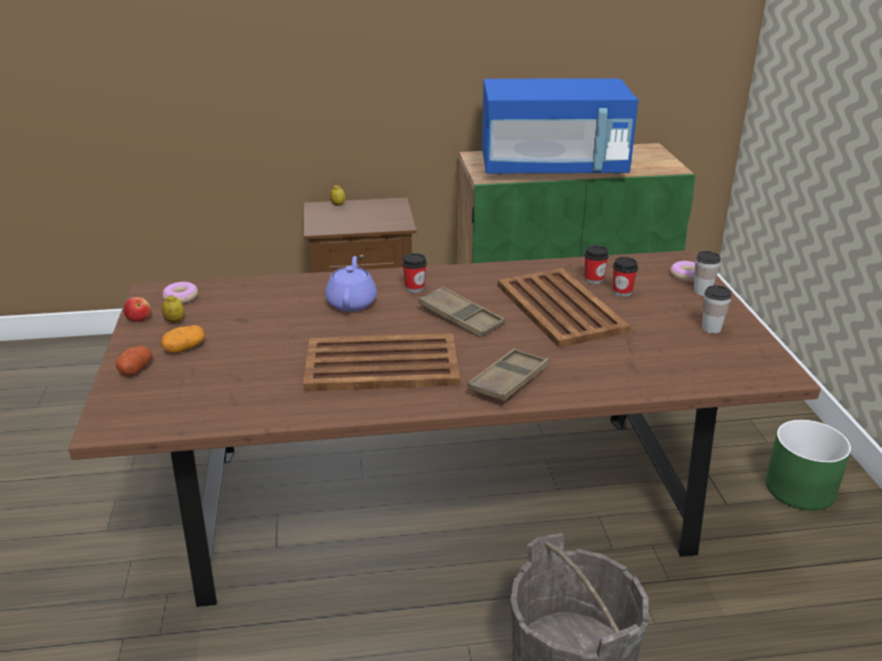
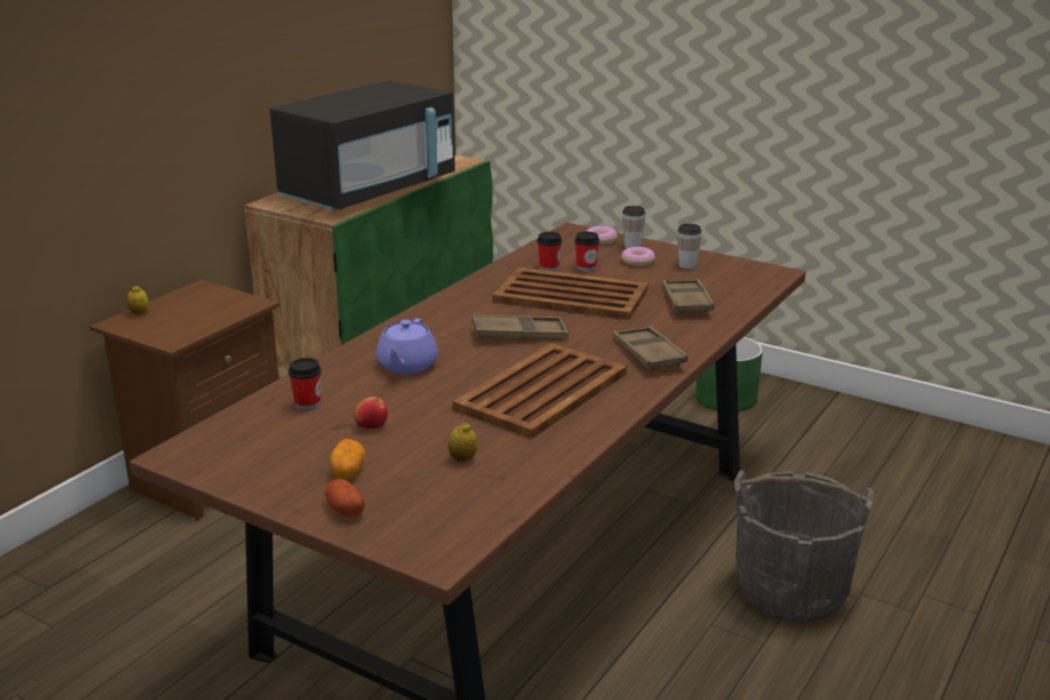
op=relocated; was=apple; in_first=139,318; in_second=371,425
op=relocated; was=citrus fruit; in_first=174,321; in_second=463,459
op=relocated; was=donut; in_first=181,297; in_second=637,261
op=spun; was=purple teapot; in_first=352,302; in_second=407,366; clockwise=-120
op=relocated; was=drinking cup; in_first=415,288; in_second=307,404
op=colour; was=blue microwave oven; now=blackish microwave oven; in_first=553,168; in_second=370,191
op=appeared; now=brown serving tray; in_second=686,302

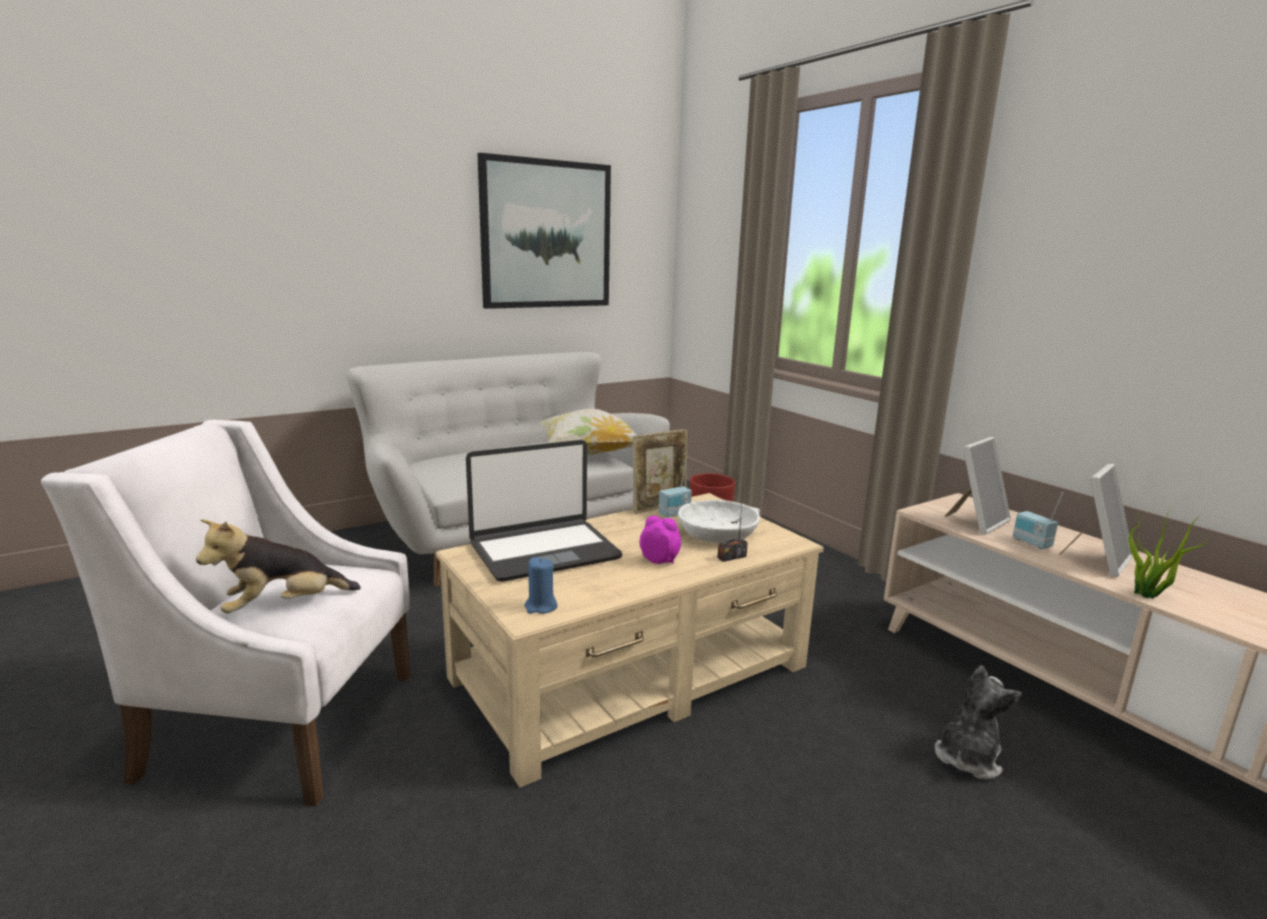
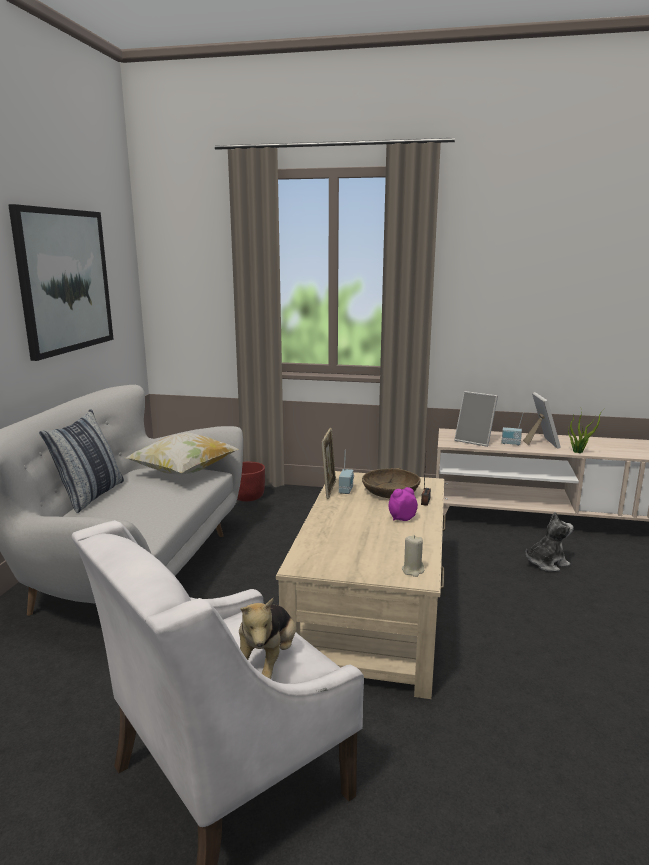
op=missing; was=laptop; in_first=544,551
op=colour; was=blue wax candle; now=beige-coloured wax candle; in_first=540,607; in_second=413,570
op=colour; was=white bowl; now=brown bowl; in_first=717,533; in_second=390,491
op=spun; was=cuddly toy; in_first=967,757; in_second=546,563; clockwise=75
op=spun; was=photo frame; in_first=976,521; in_second=475,441; clockwise=120
op=appeared; now=pillow; in_second=90,495

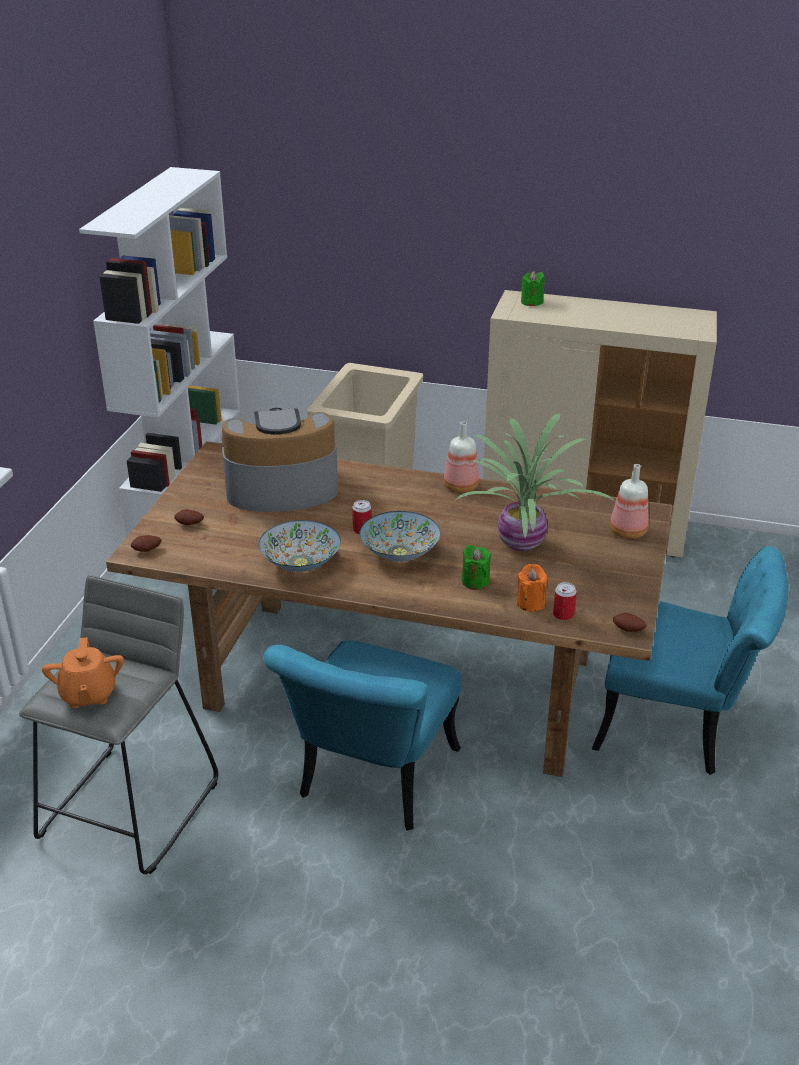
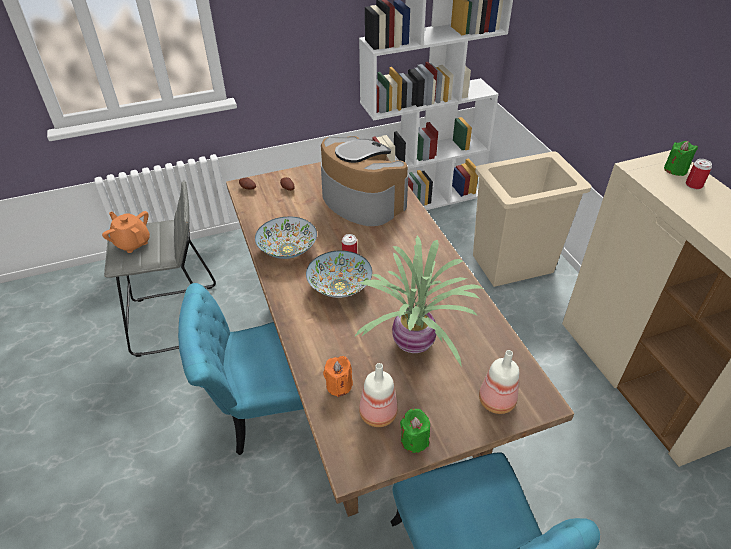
op=spun; was=orange teapot; in_first=88,694; in_second=132,243; clockwise=90
op=relocated; was=beverage bottle; in_first=460,487; in_second=377,414
op=relocated; was=green wax candle; in_first=475,581; in_second=414,440
op=relocated; was=metal can; in_first=563,615; in_second=693,185
op=missing; was=whole potato; in_first=628,630

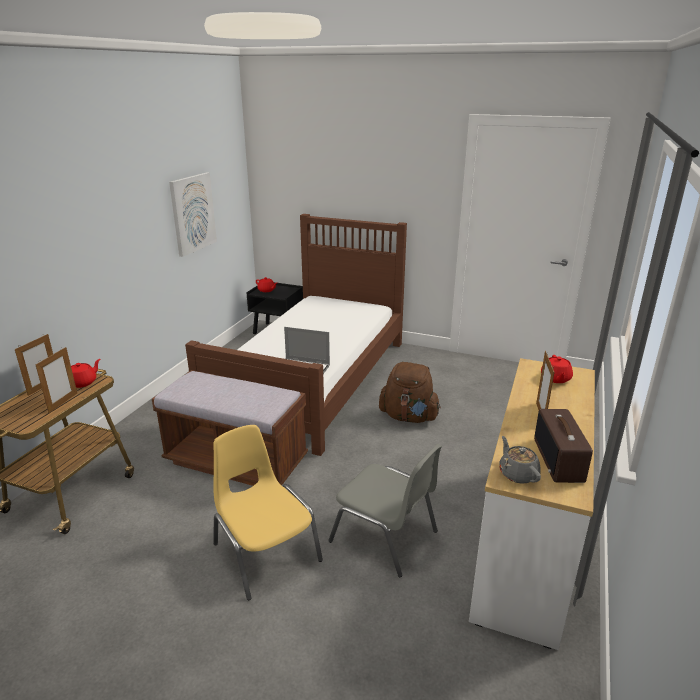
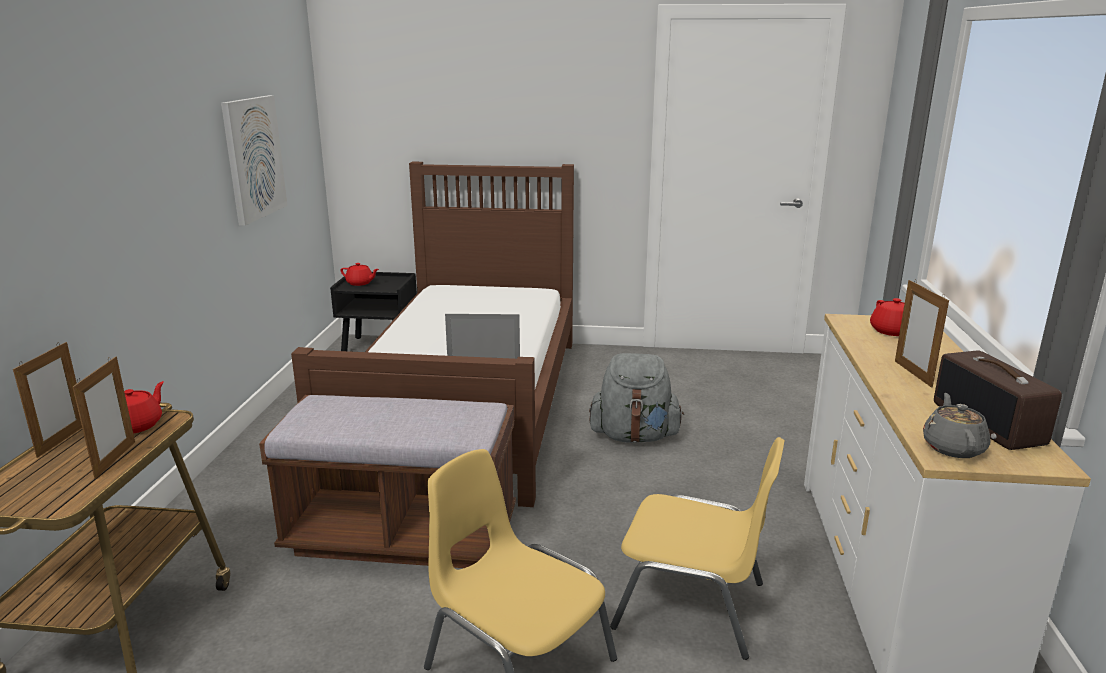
op=colour; was=gray chair; now=yellowish chair; in_first=385,537; in_second=692,605
op=colour; was=brown knapsack; now=gray knapsack; in_first=408,417; in_second=634,436
op=spun; was=gray teapot; in_first=517,474; in_second=953,447; clockwise=45

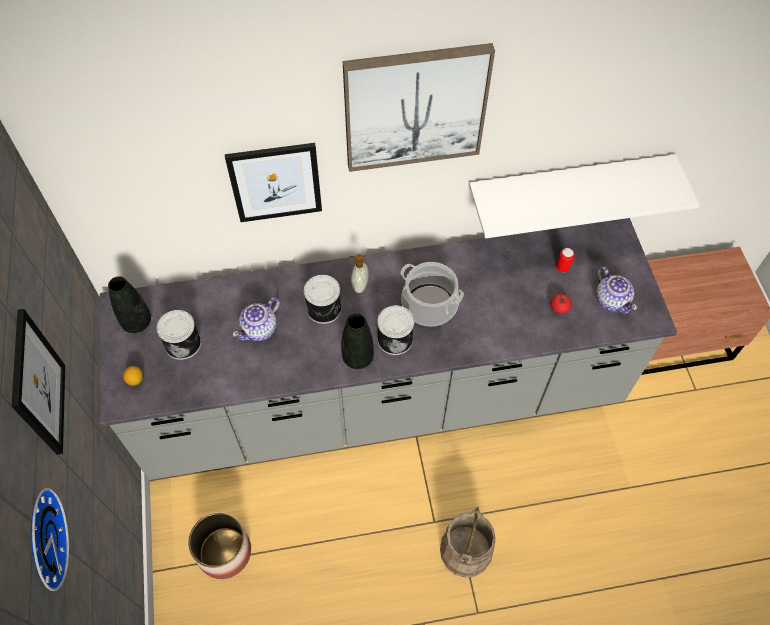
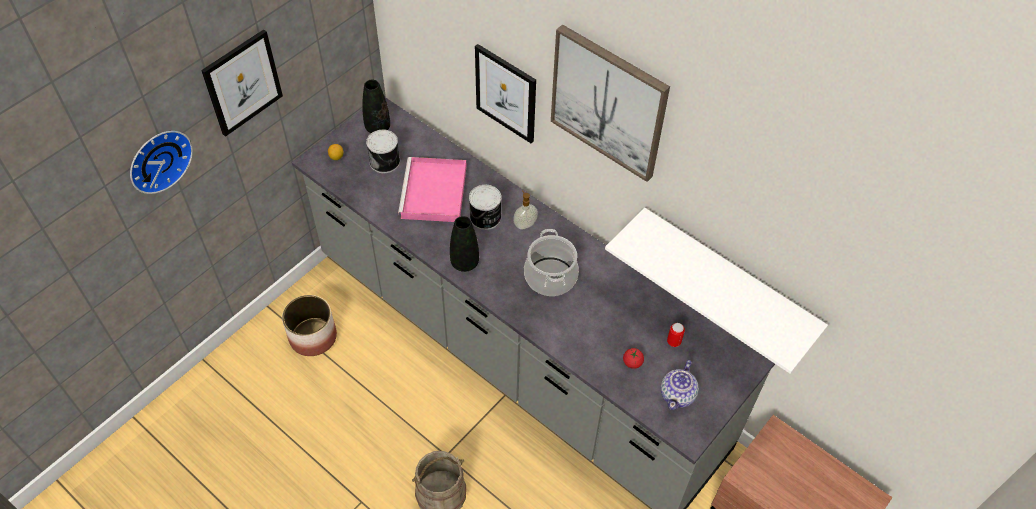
op=exchanged; was=teapot; now=pink serving tray; in_first=260,329; in_second=434,193
op=missing; was=metal can; in_first=395,338

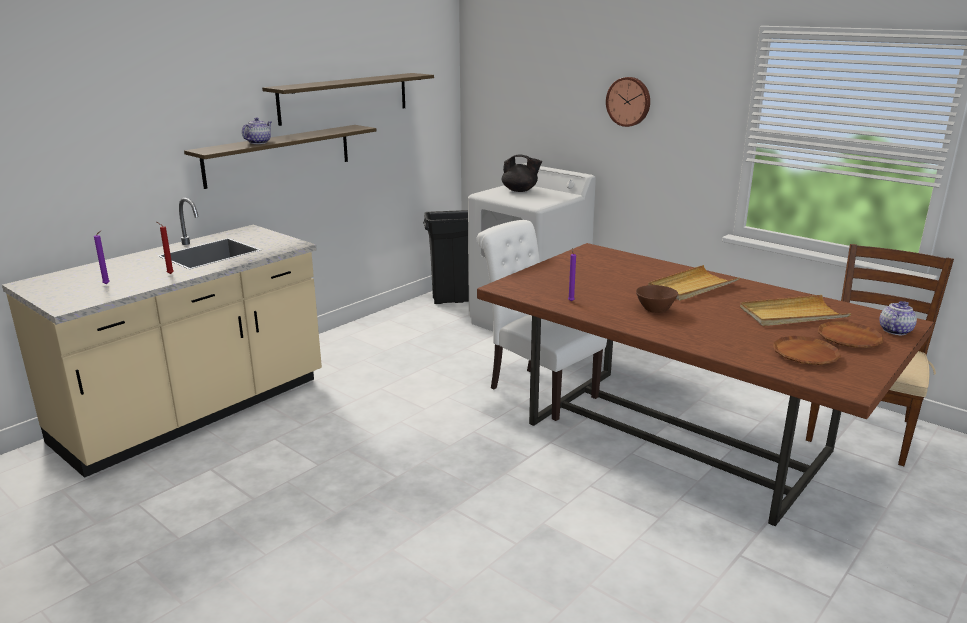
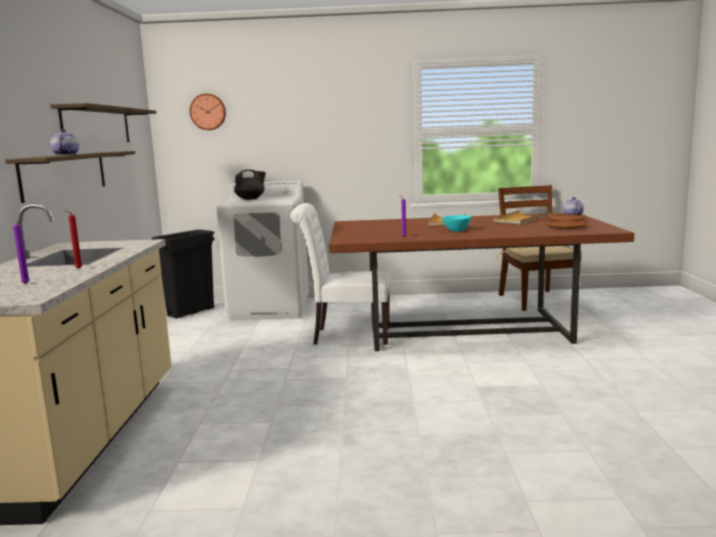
op=relocated; was=clock on the wall; in_first=629,101; in_second=208,112
op=colour; was=brown bowl; now=blue-green bowl; in_first=655,309; in_second=456,230

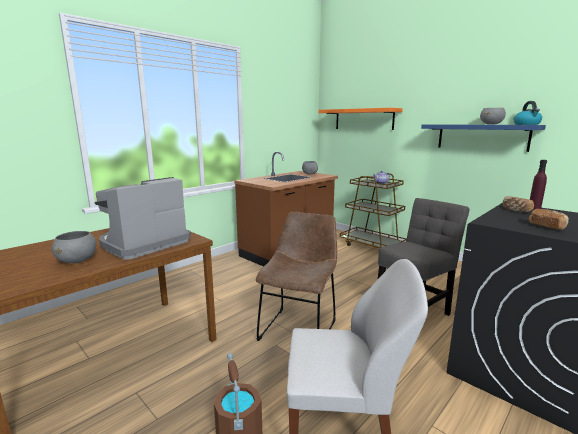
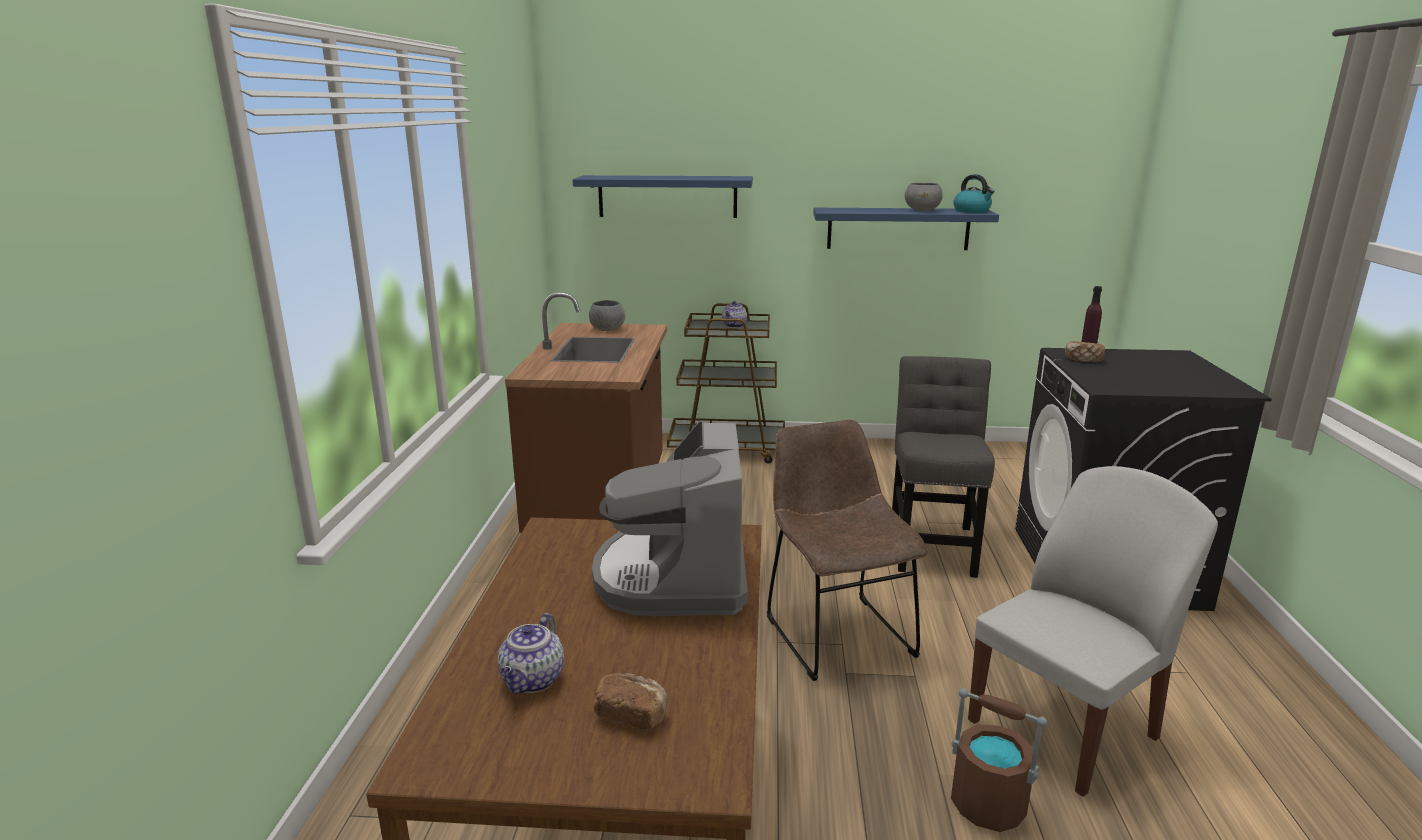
op=missing; was=gray bowl; in_first=78,260
op=colour; was=orange wall shelf; now=blue wall shelf; in_first=363,119; in_second=667,196
op=relocated; was=baked bread; in_first=546,226; in_second=631,715
op=appeared; now=teapot; in_second=533,681

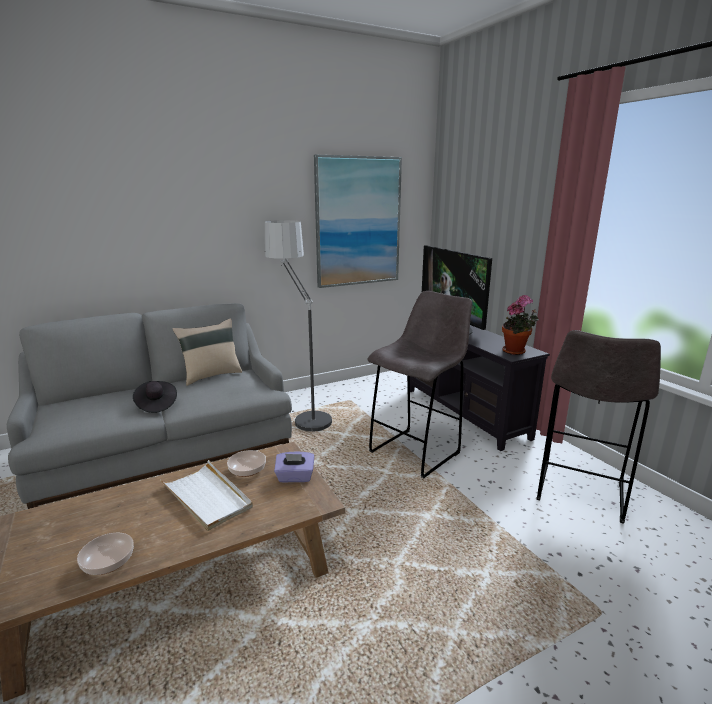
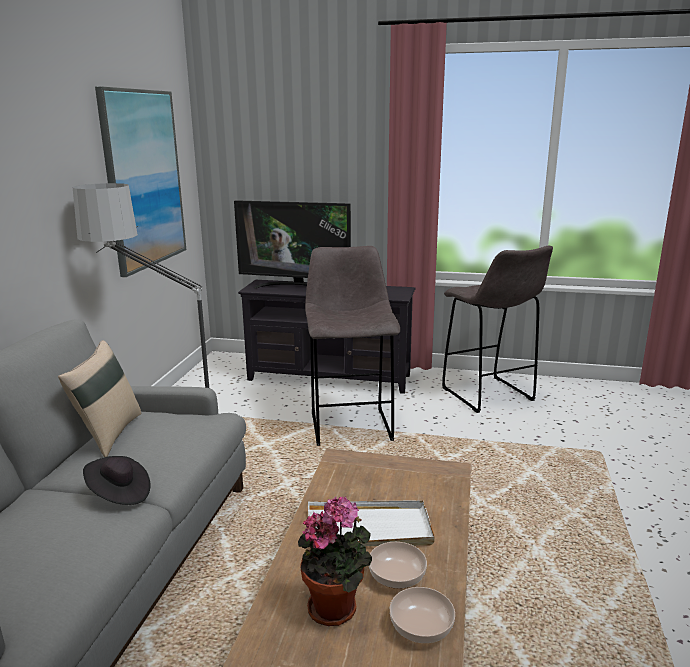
op=relocated; was=bowl; in_first=247,470; in_second=396,575
op=missing; was=purple tissue box; in_first=295,477
op=relocated; was=plant in a pot; in_first=516,352; in_second=336,607

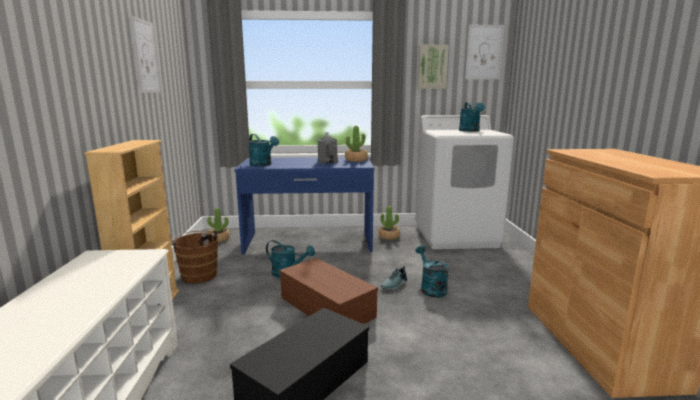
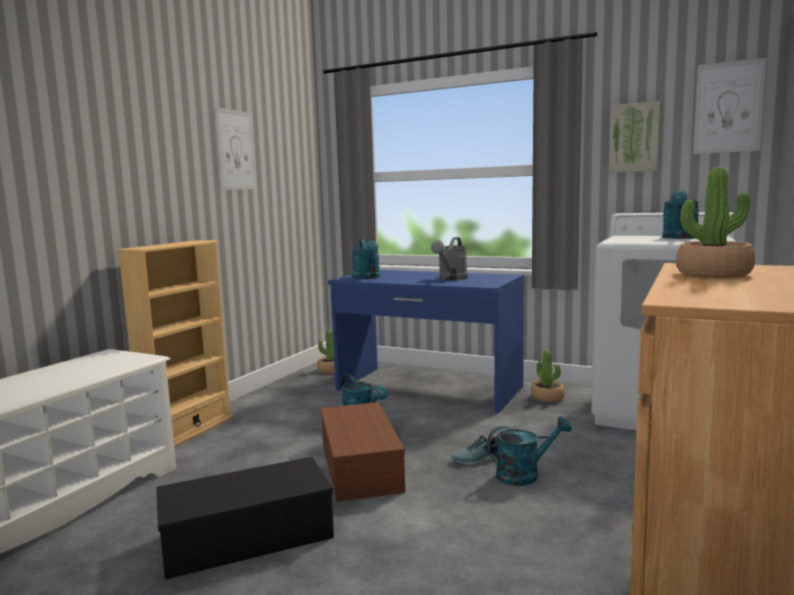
op=missing; was=brown water bucket; in_first=198,274
op=relocated; was=plant in a pot; in_first=356,160; in_second=713,274
op=spun; was=blue-green watering can; in_first=431,288; in_second=524,475; clockwise=60

